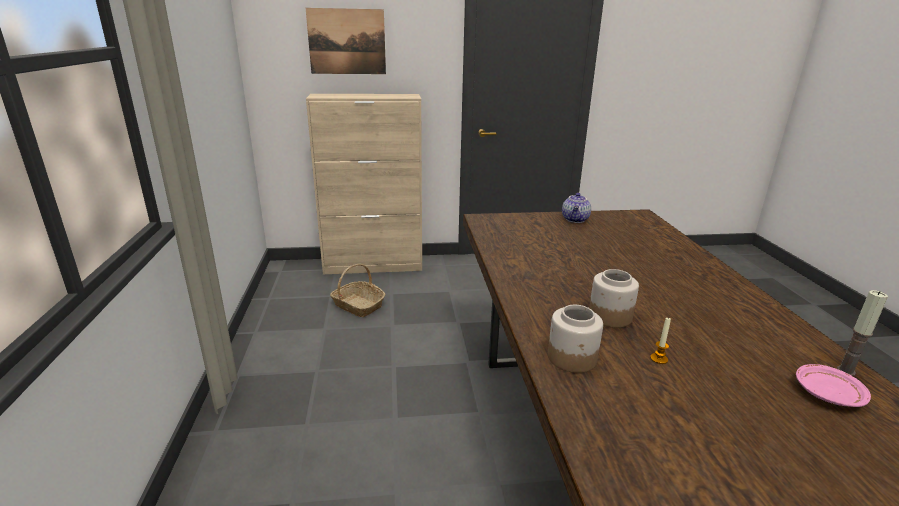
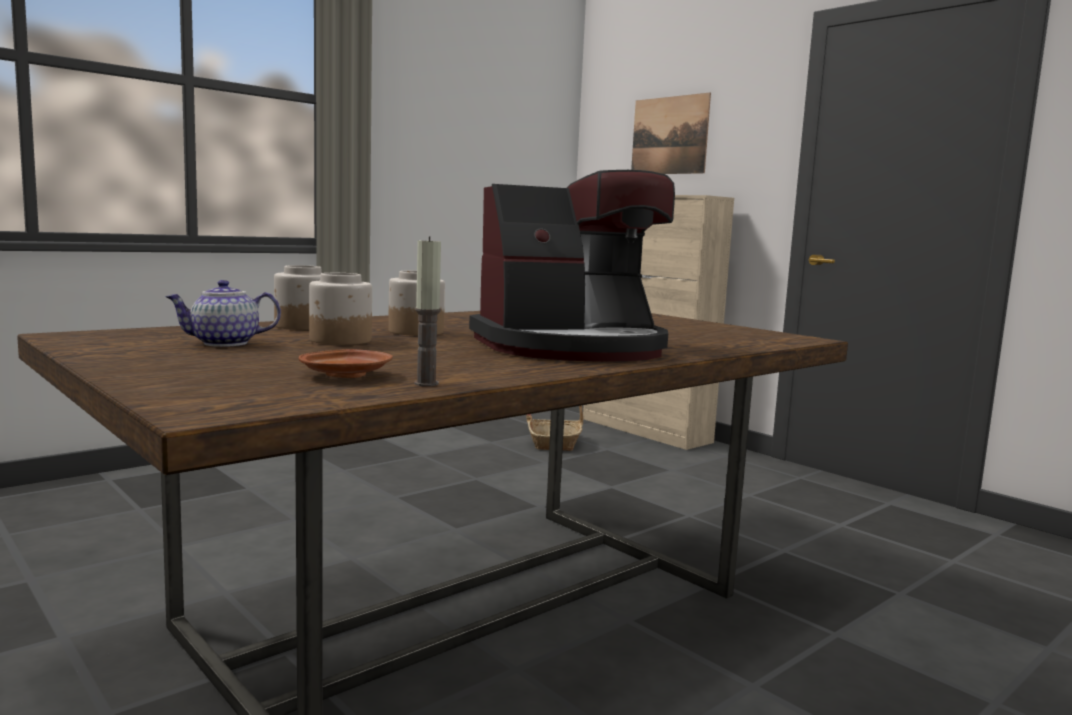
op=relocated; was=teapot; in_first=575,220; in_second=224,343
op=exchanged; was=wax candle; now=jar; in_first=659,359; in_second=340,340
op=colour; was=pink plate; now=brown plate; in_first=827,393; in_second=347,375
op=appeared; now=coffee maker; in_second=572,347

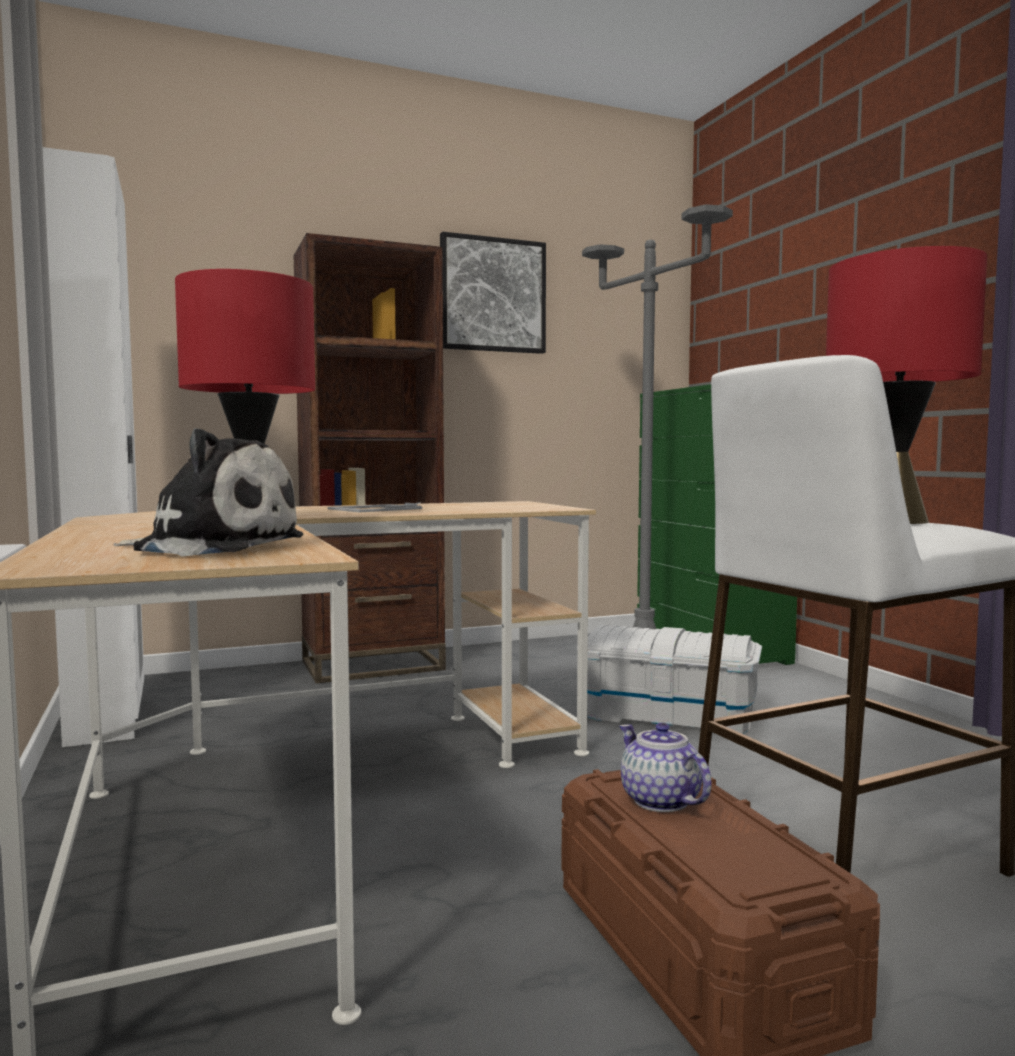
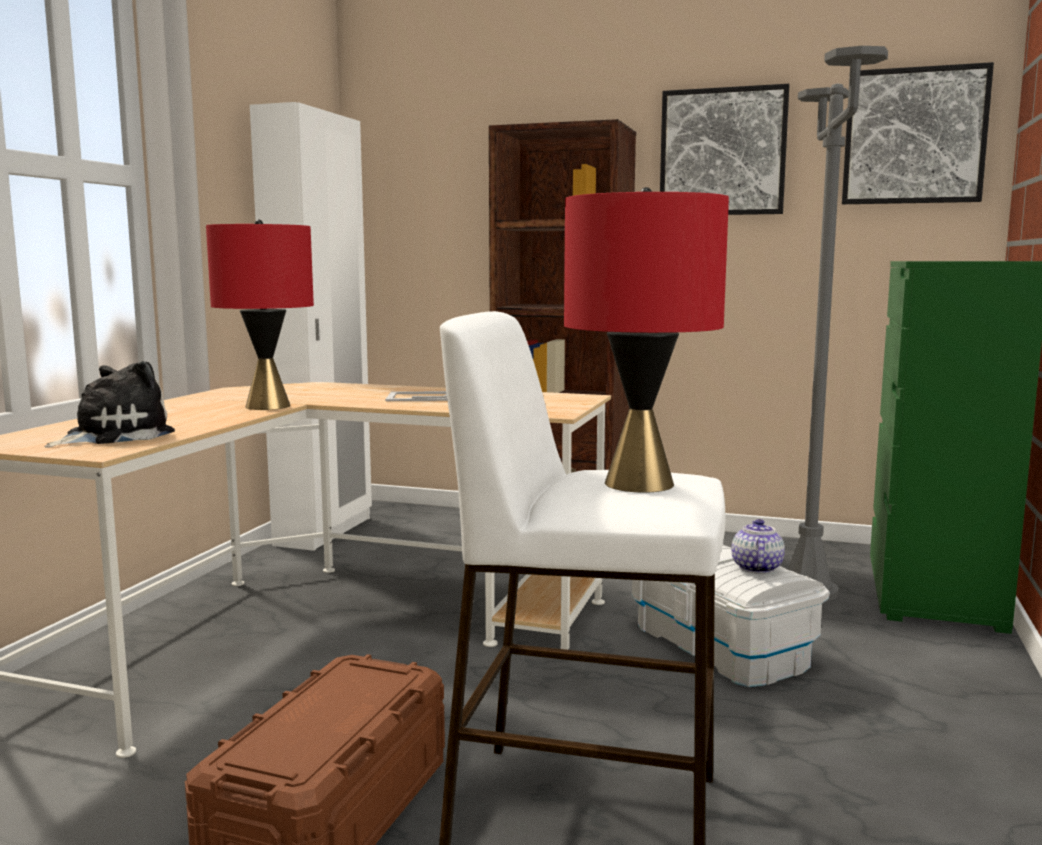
op=spun; was=cuddly toy; in_first=213,547; in_second=113,436; clockwise=-105
op=relocated; was=teapot; in_first=659,800; in_second=756,568
op=appeared; now=picture; in_second=914,136

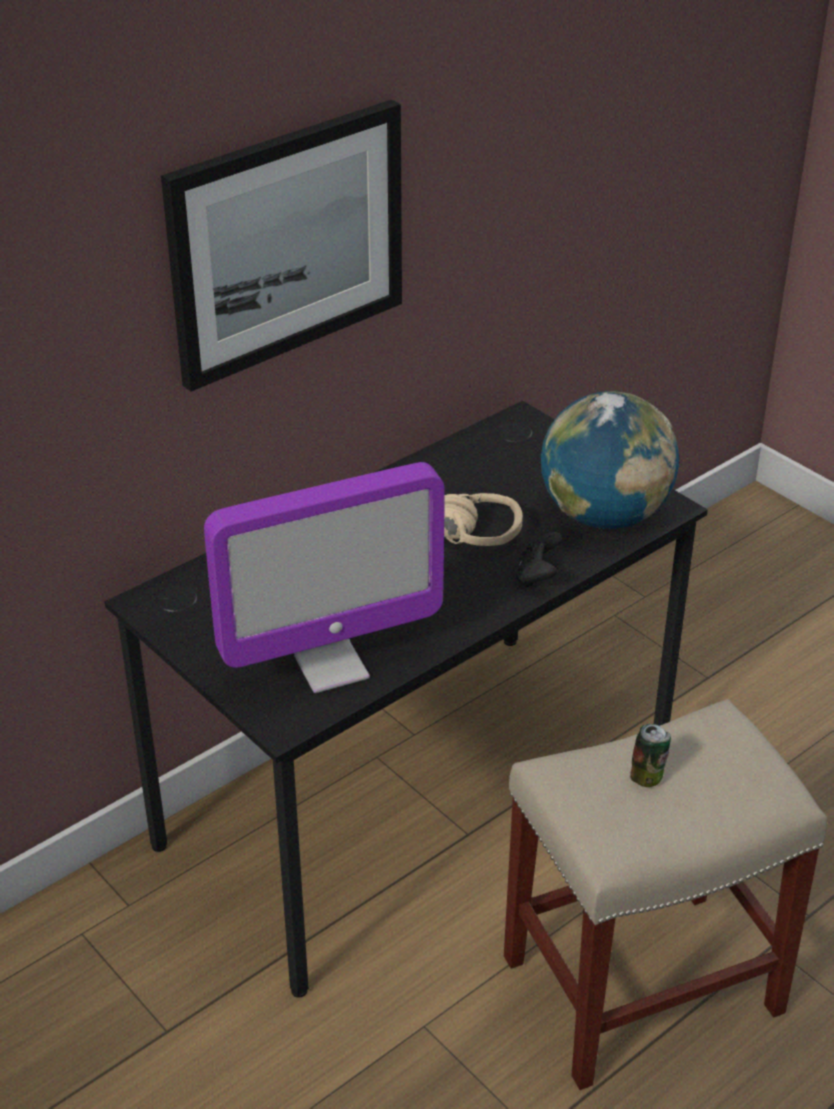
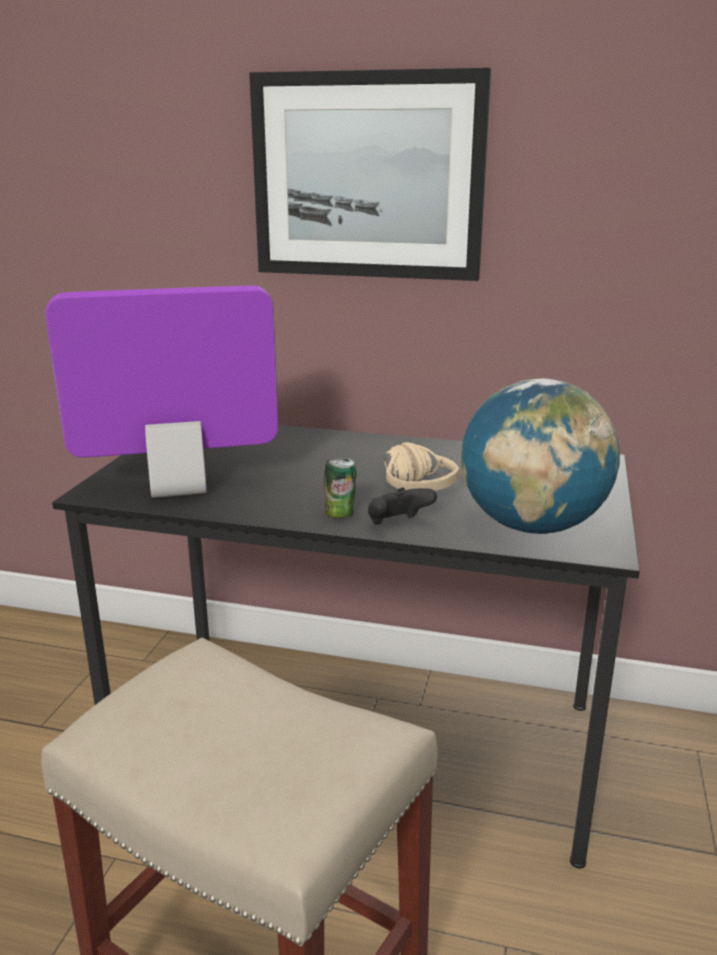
op=spun; was=computer screen; in_first=330,666; in_second=179,488; clockwise=135
op=relocated; was=metal can; in_first=648,777; in_second=340,514

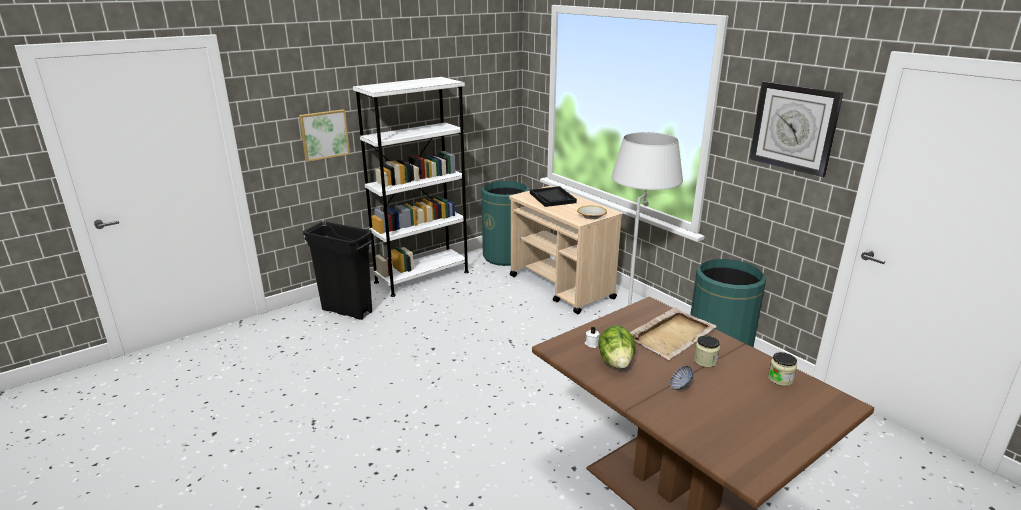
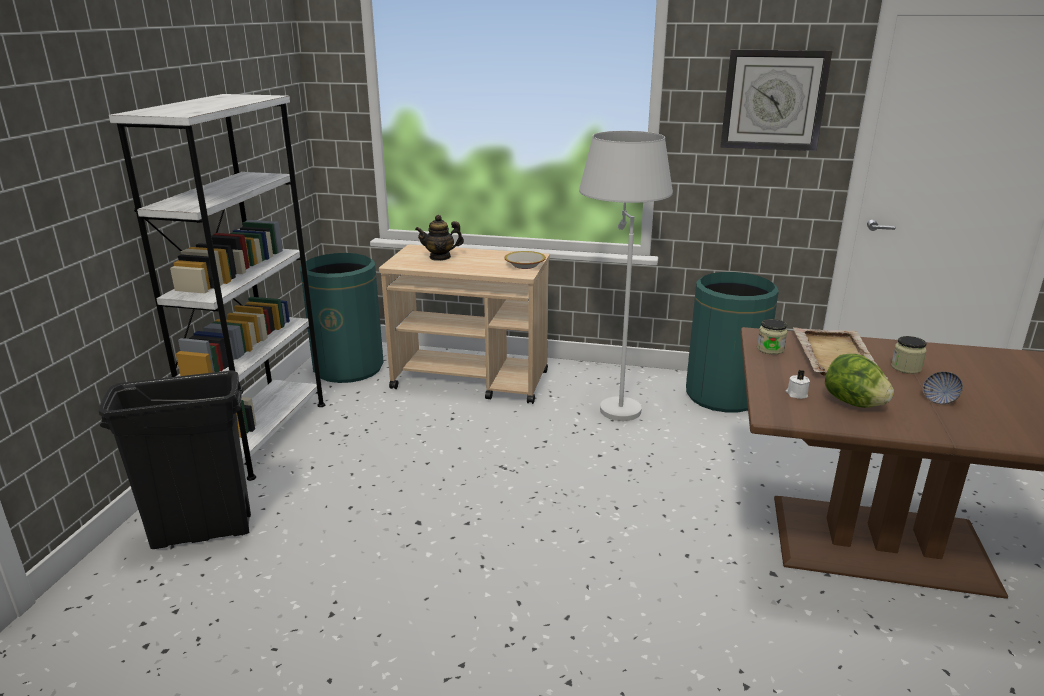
op=missing; was=picture; in_first=324,134
op=exchanged; was=blackish serving tray; now=teapot; in_first=552,198; in_second=440,257
op=relocated; was=jar; in_first=780,379; in_second=770,349

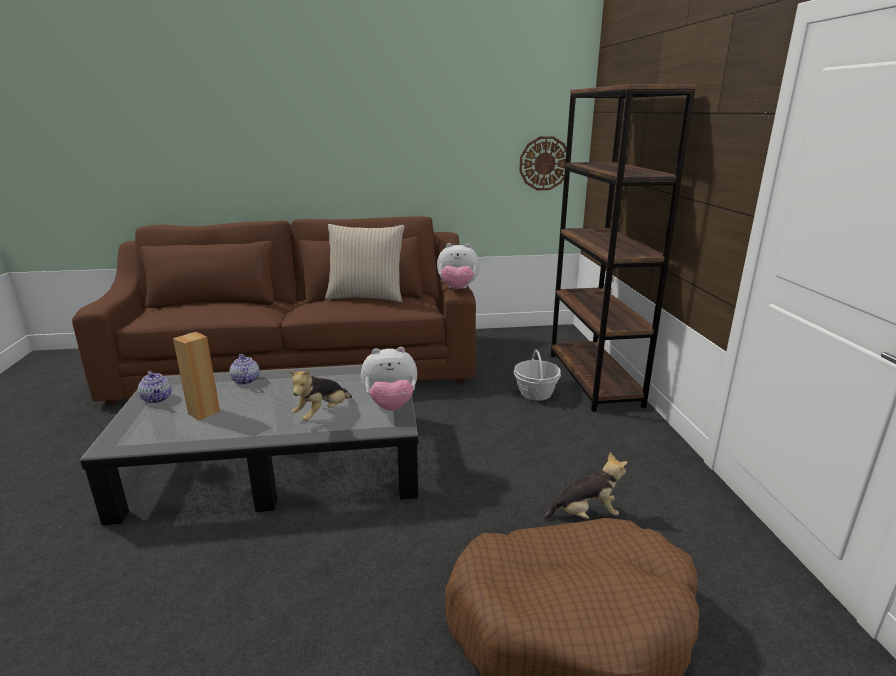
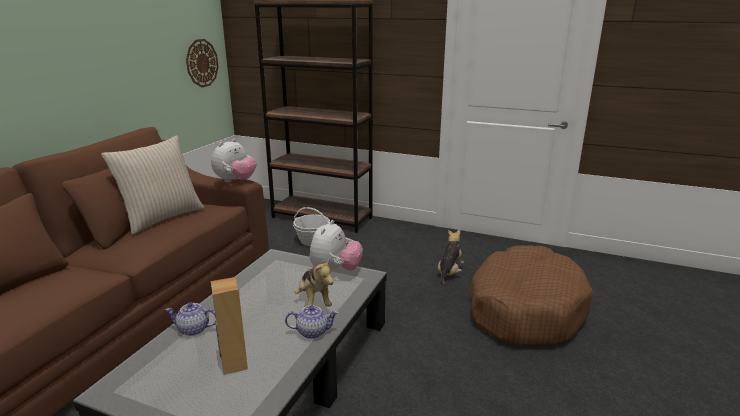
op=relocated; was=teapot; in_first=157,399; in_second=312,332

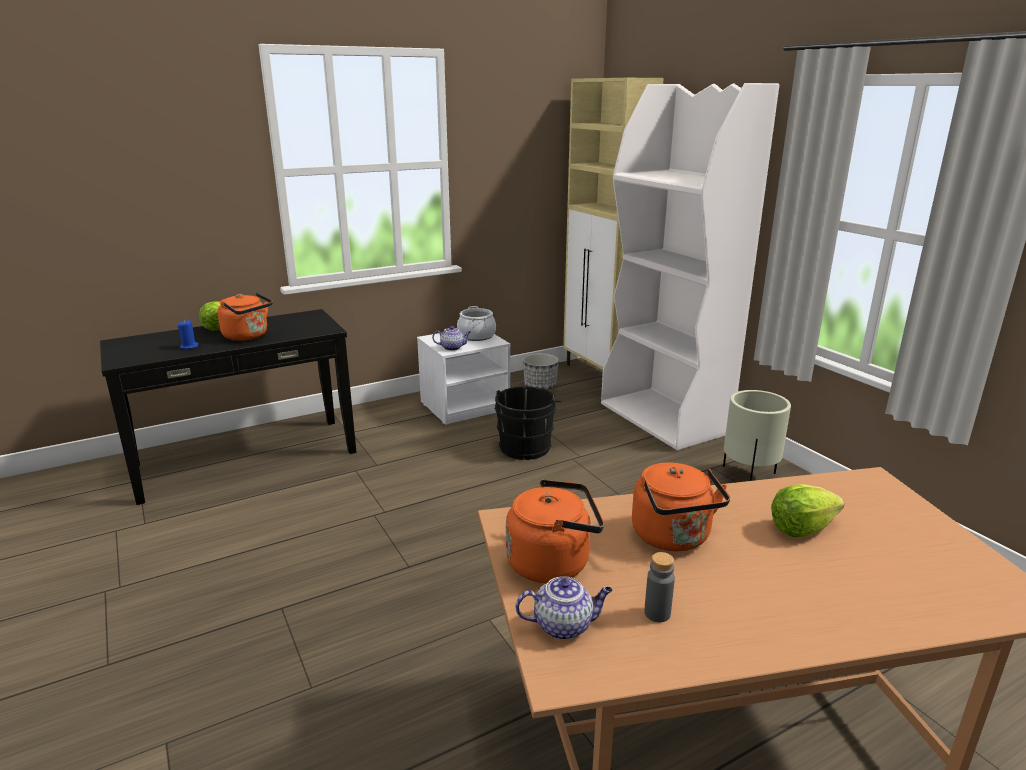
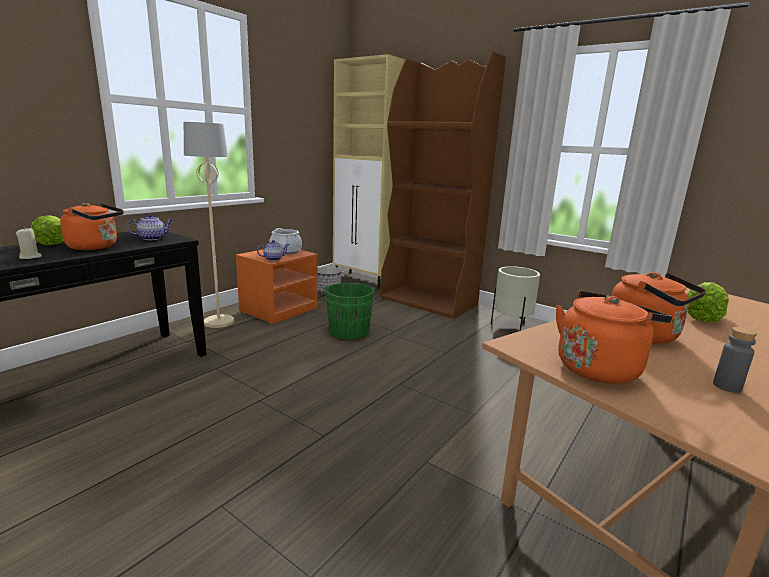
op=colour; was=blue wax candle; now=beige-coloured wax candle; in_first=189,346; in_second=30,257
op=colour; was=white bedside table; now=orange bedside table; in_first=465,406; in_second=279,309
op=colour; was=blackish water bucket; now=green water bucket; in_first=526,446; in_second=349,330
op=relocated; was=teapot; in_first=564,625; in_second=152,238
op=colour; was=white bookshelf; now=brown bookshelf; in_first=665,419; in_second=429,301
op=appeared; now=beige-coloured standard lamp; in_second=219,322

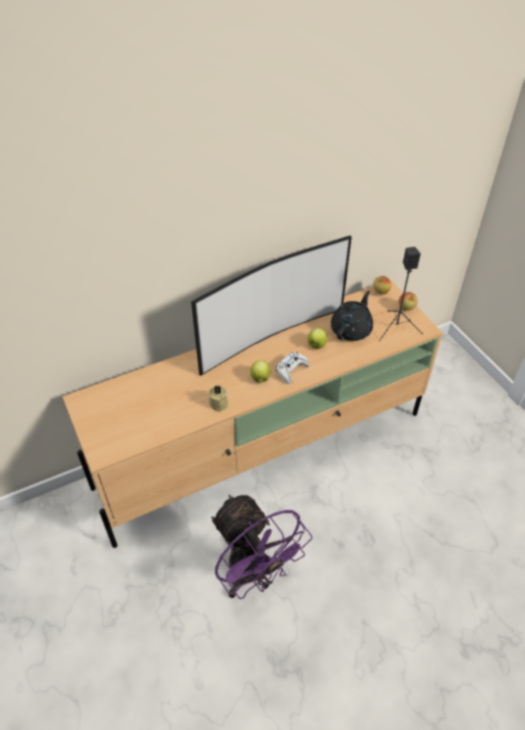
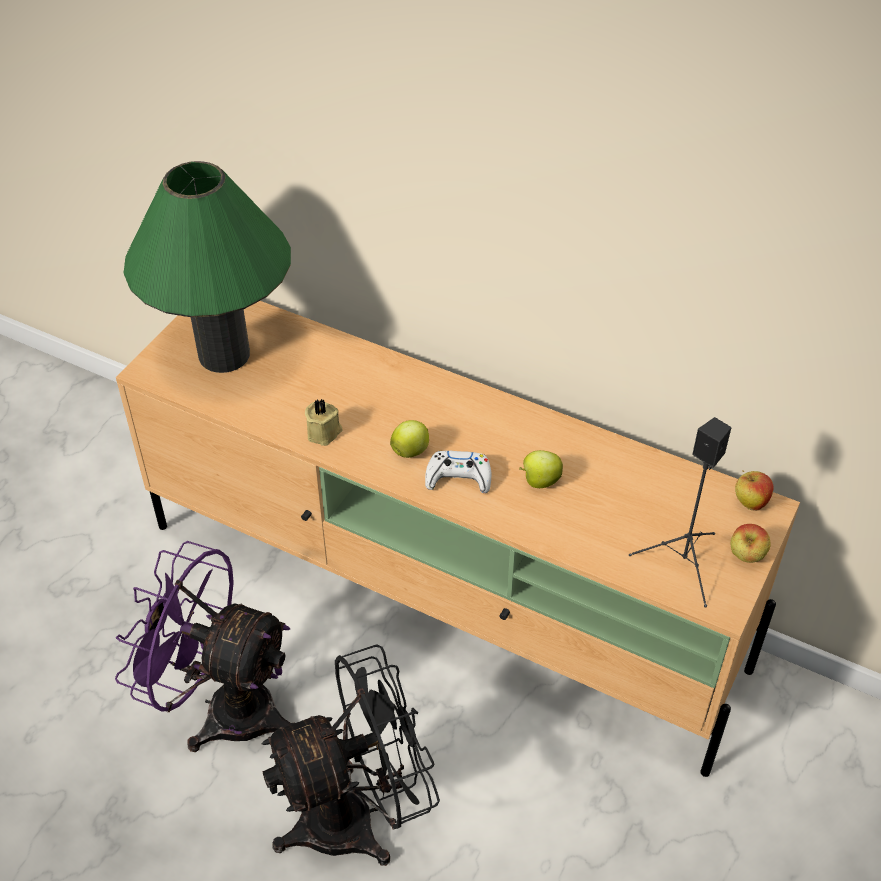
op=missing; was=television; in_first=270,336
op=spun; was=purple electric fan; in_first=254,575; in_second=224,708; clockwise=90
op=missing; was=blackish teapot; in_first=351,329
op=appeared; now=green table lamp; in_second=224,354
op=appeared; now=blackish electric fan; in_second=357,817

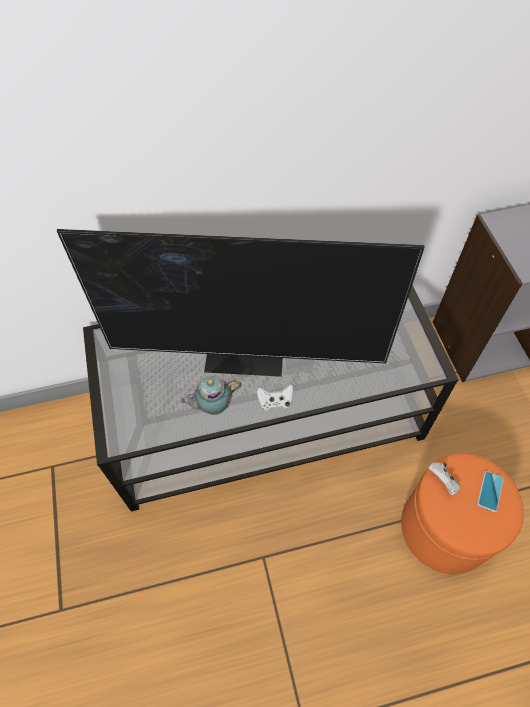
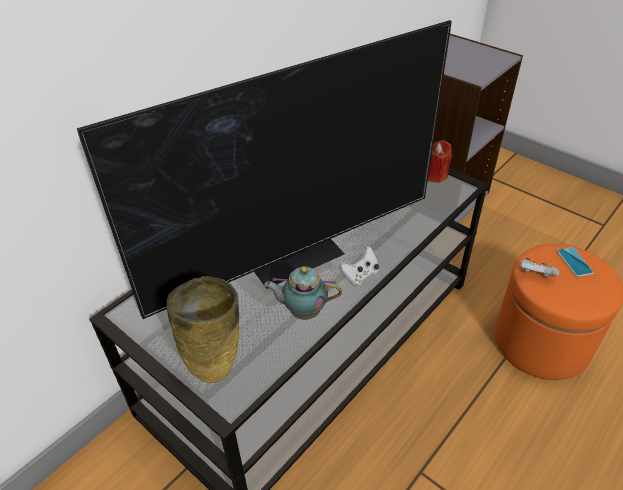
op=spun; was=teapot; in_first=213,406; in_second=303,311; clockwise=60
op=appeared; now=beige-coloured flower vase; in_second=217,366
op=appeared; now=red-coloured wax candle; in_second=435,175

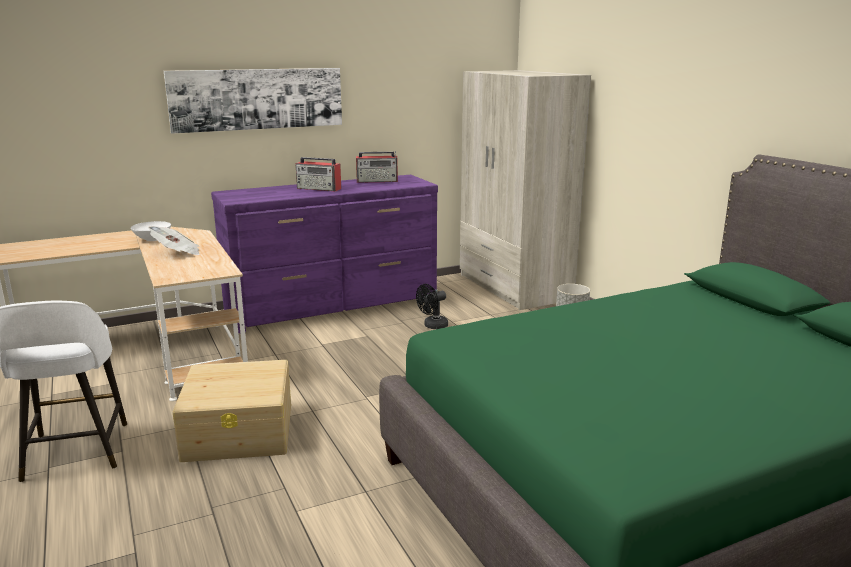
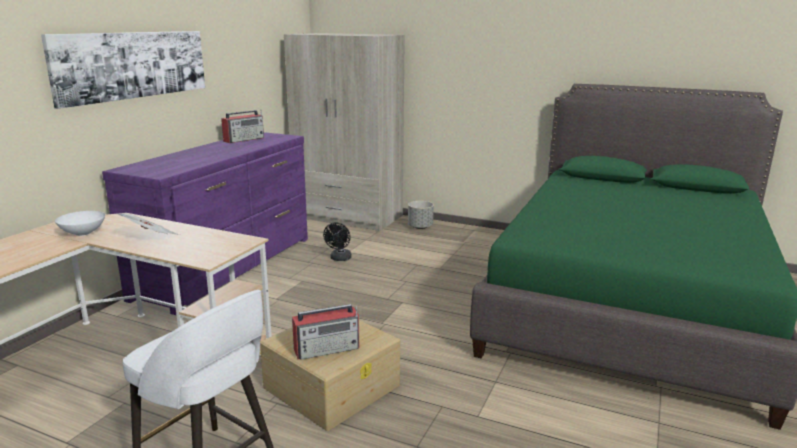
op=relocated; was=radio; in_first=319,189; in_second=328,349

